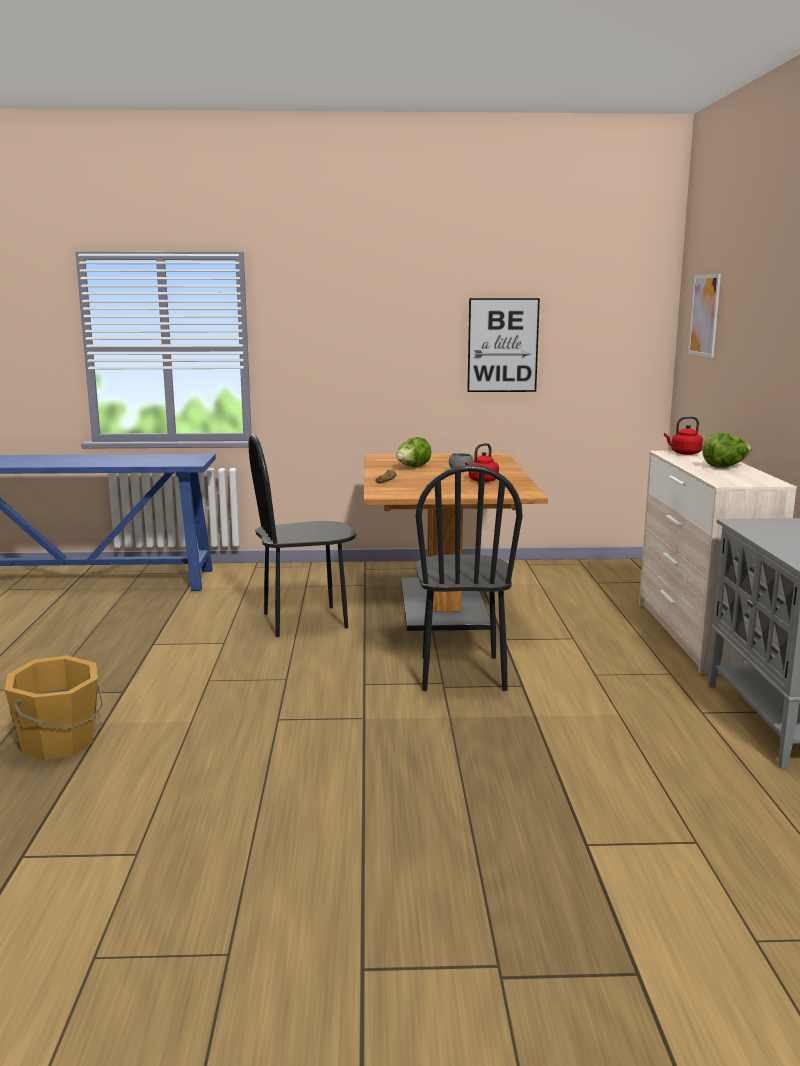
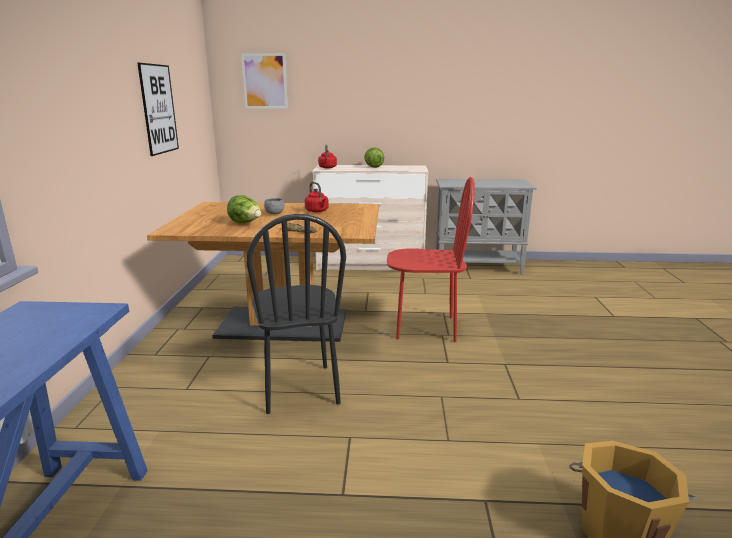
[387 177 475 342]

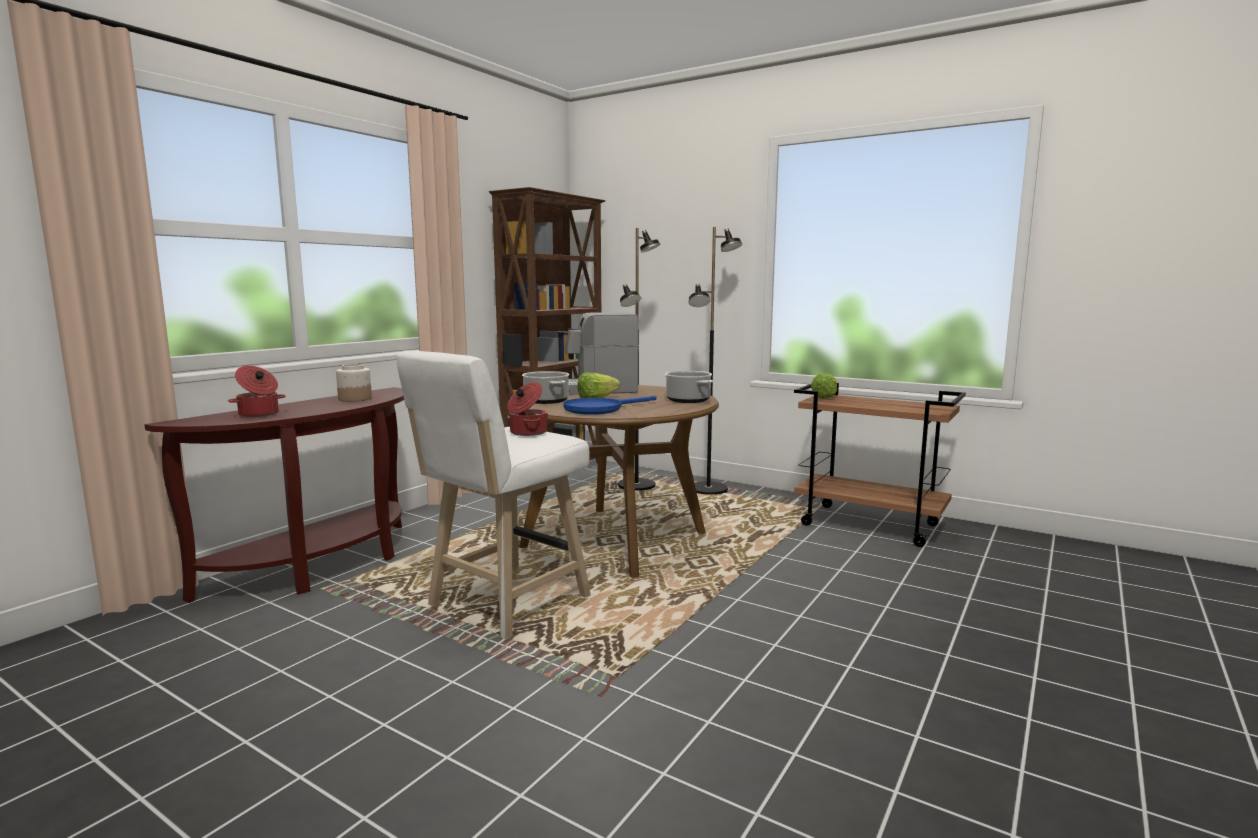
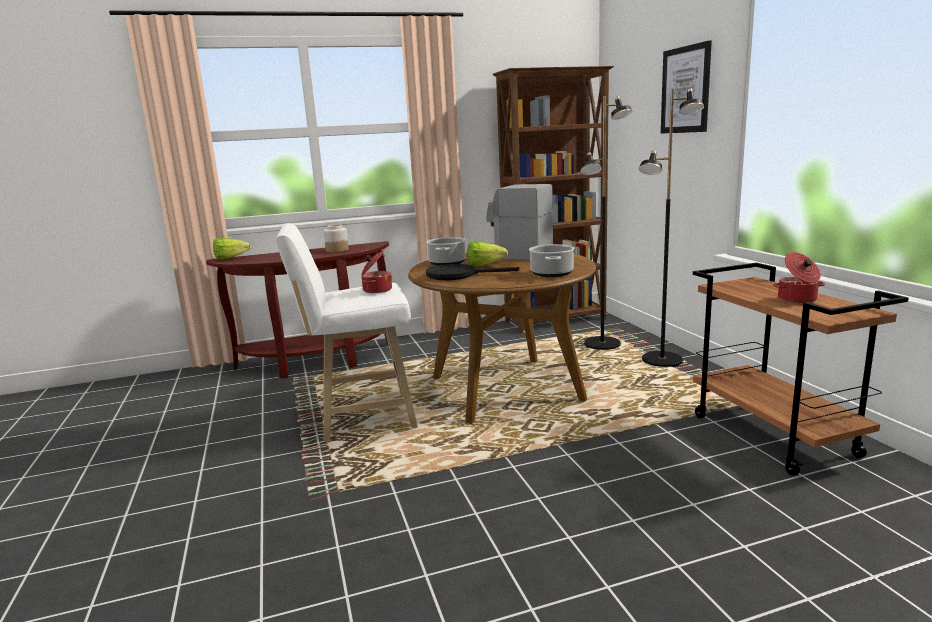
[213 238 251 260]
[426 264 519 280]
[661 40 712 134]
[773 252 825 304]

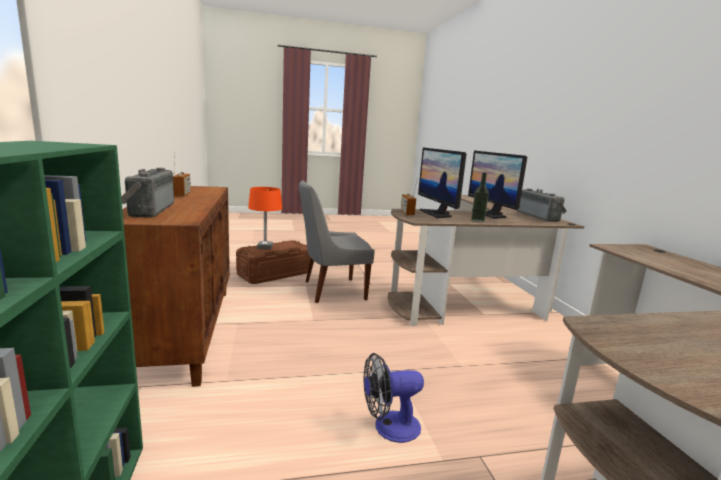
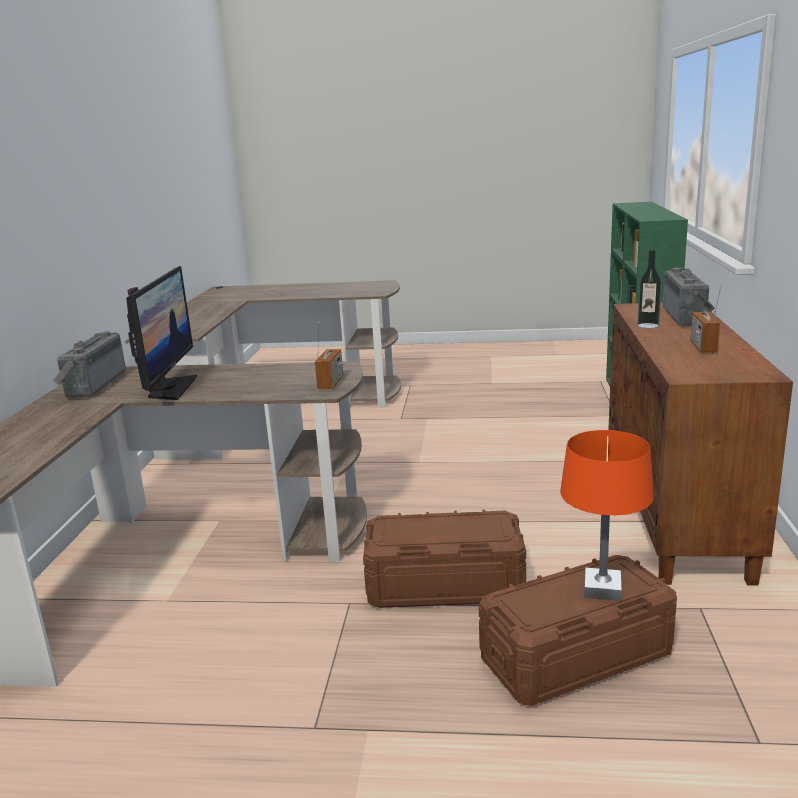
[363 510 526 608]
[637 249 662 328]
[364 353 424 443] (first image)
[418 148 466 218] (first image)

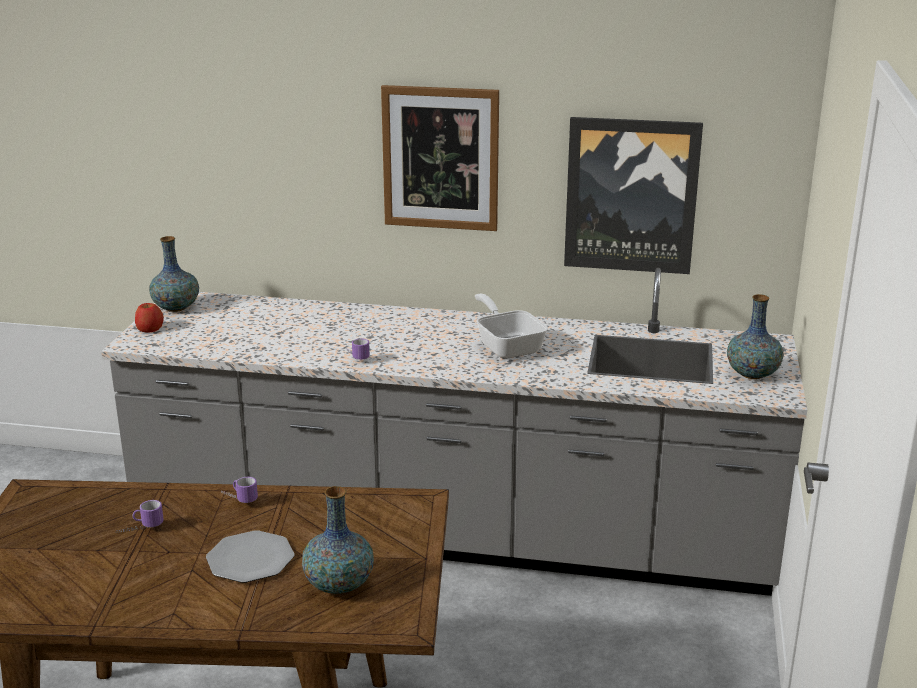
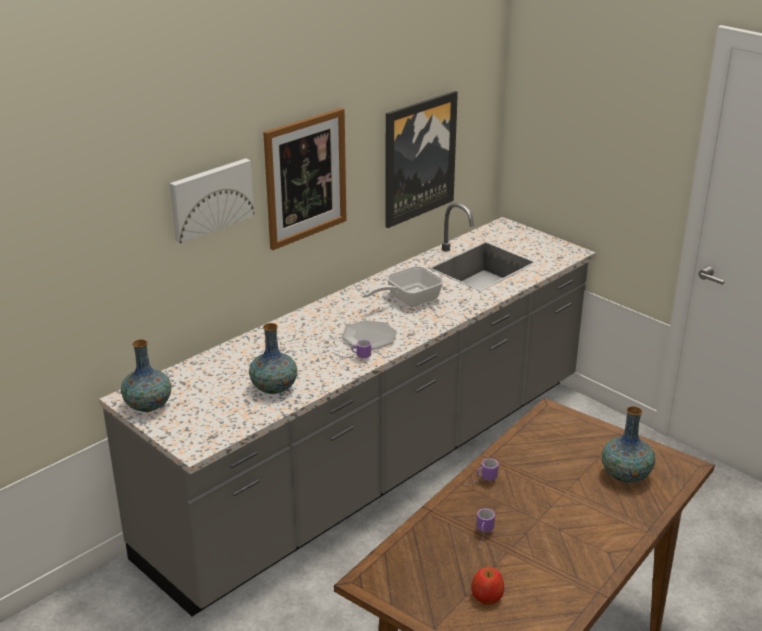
[170 158 254 243]
[249 323 297 394]
[341 320 397 349]
[364 266 444 307]
[471 567 504 604]

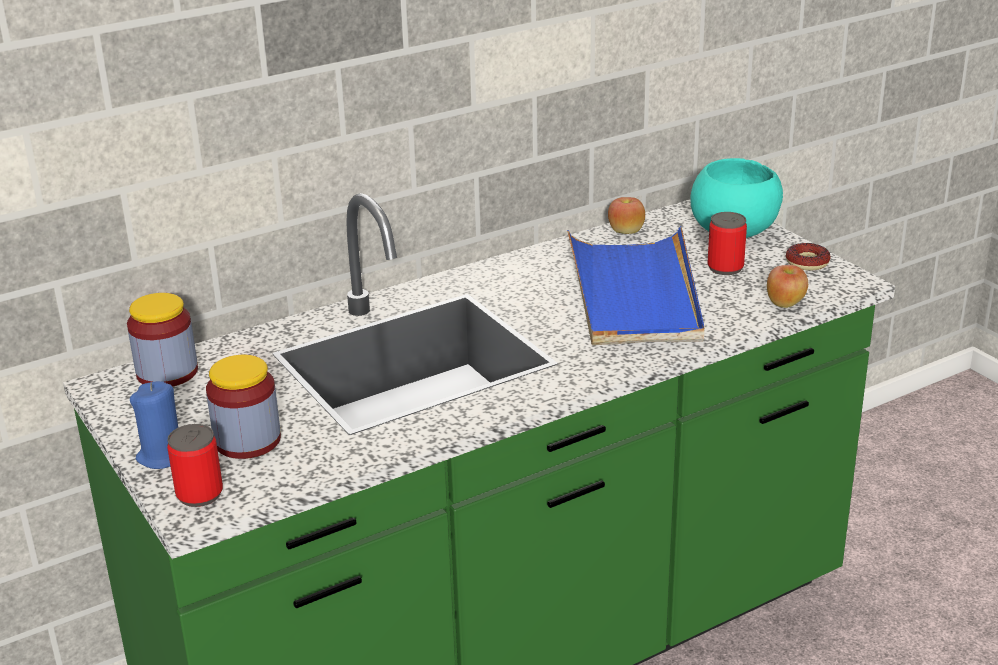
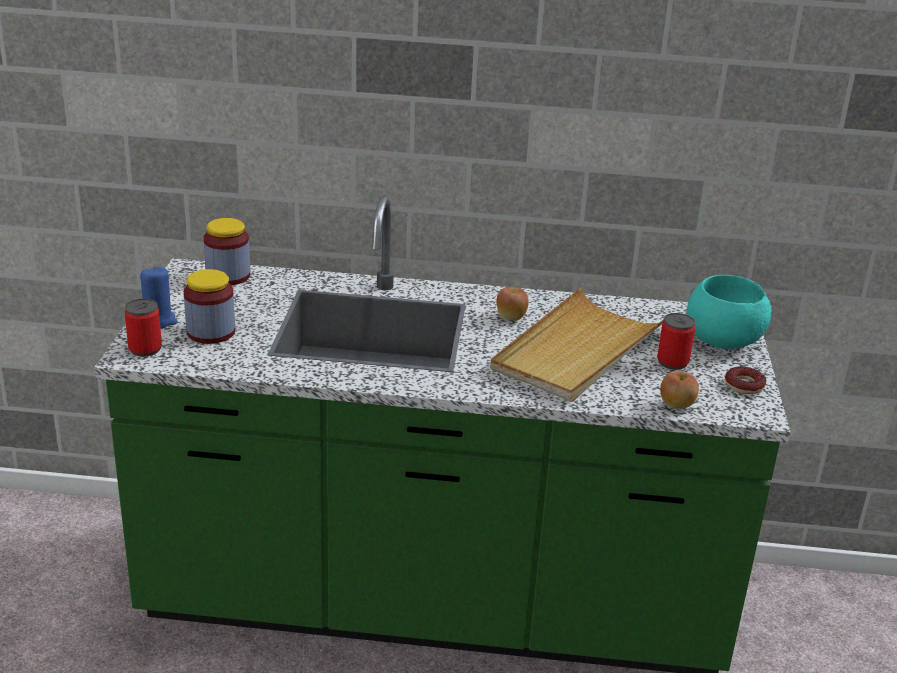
[490 288 664 402]
[496 287 529 321]

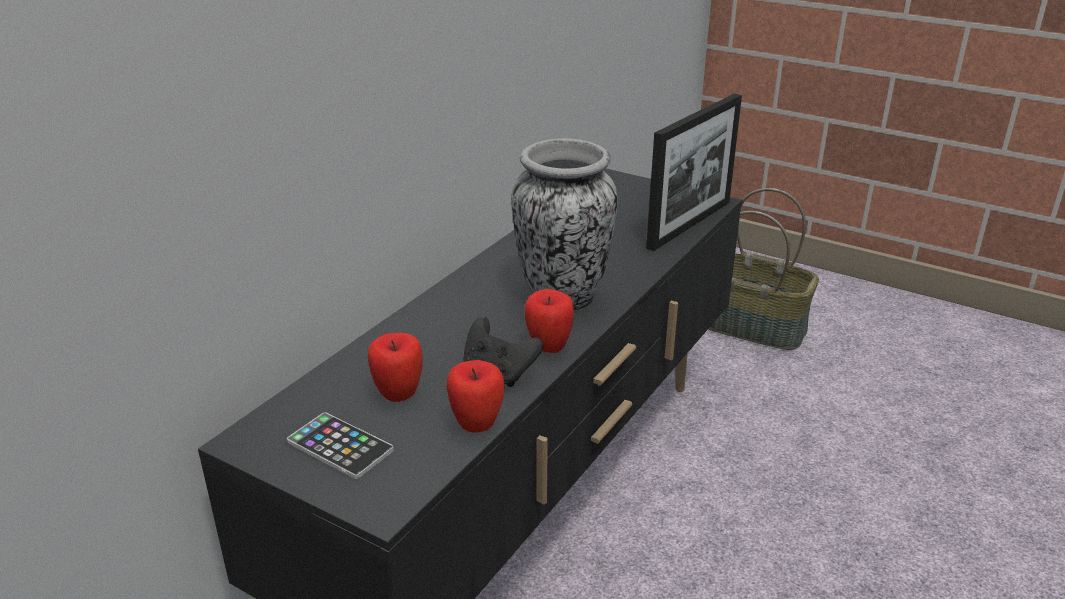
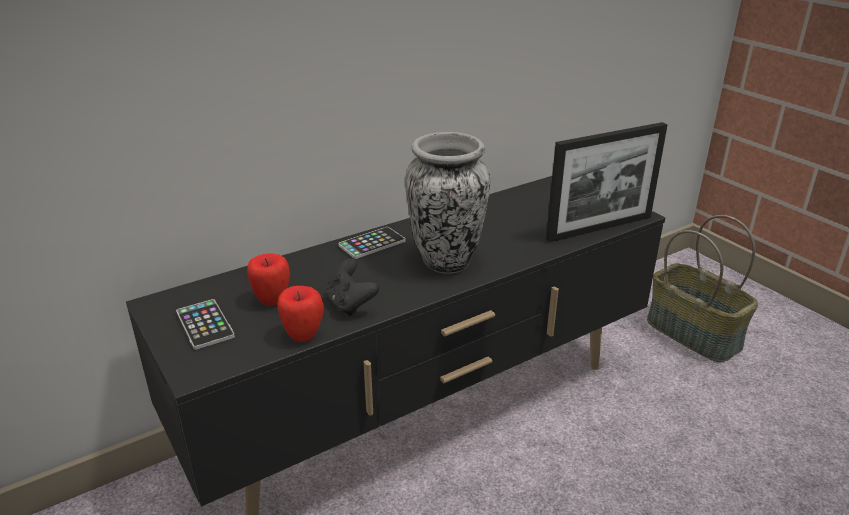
[338 227 405 259]
[525 289 574 353] (first image)

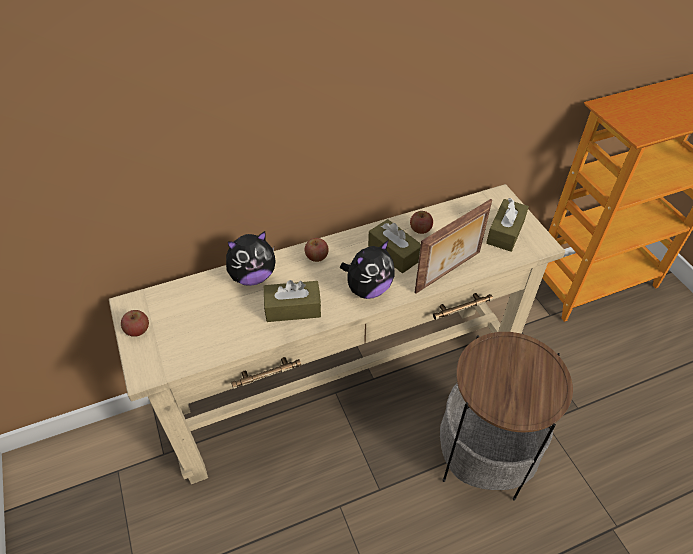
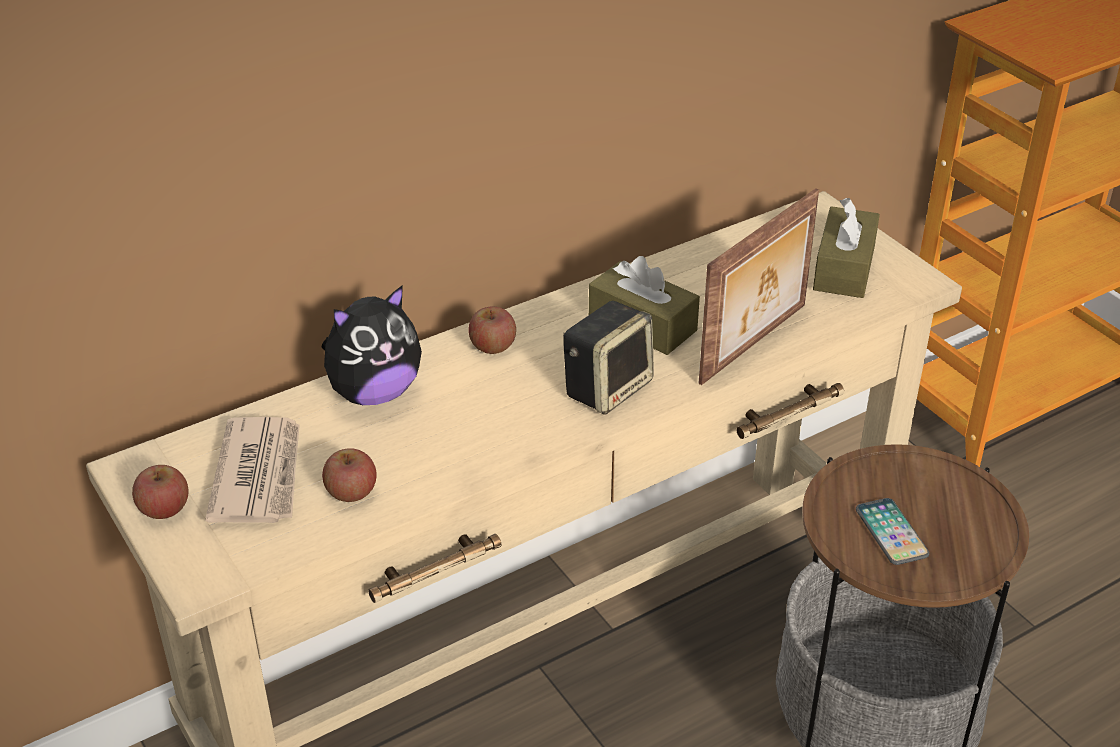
[205 417 300 523]
[322 448 377 502]
[563 301 654 415]
[856 498 929 565]
[264 280 321 322] (first image)

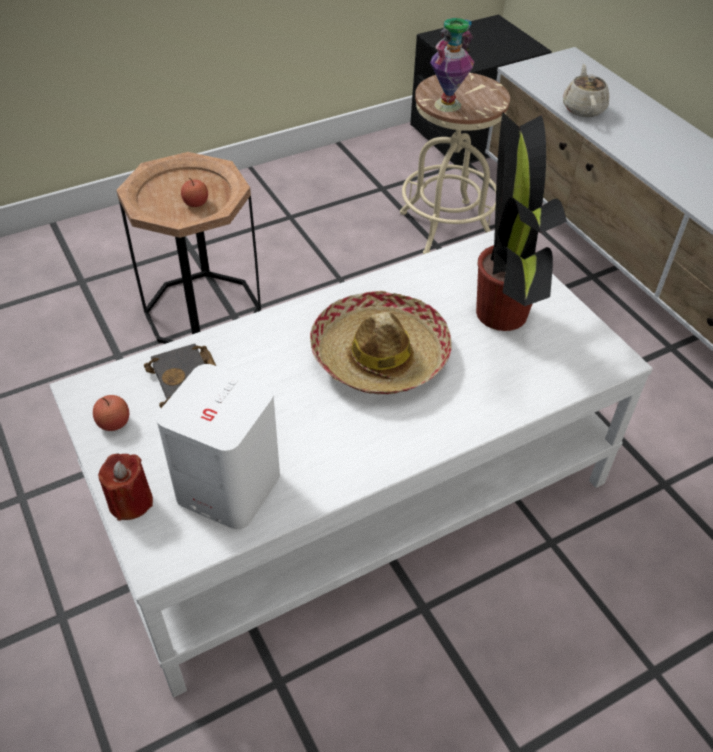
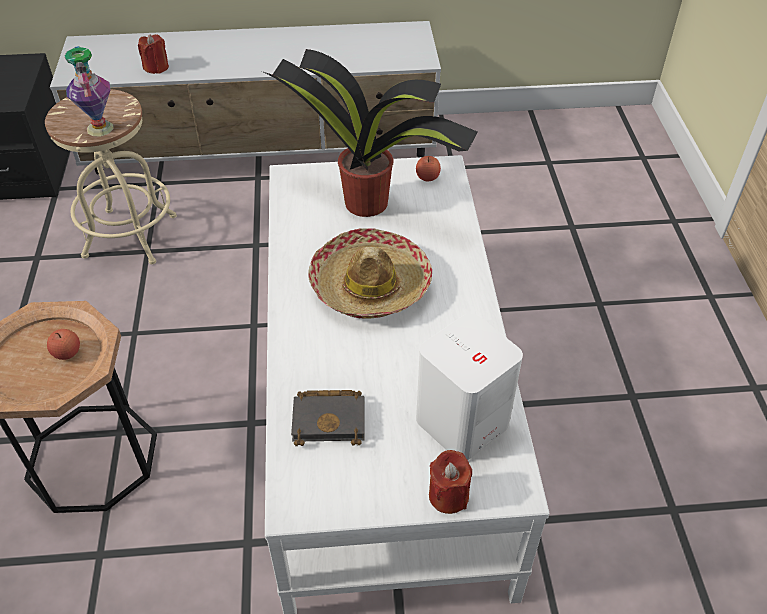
[138 34 169 74]
[416 156 441 181]

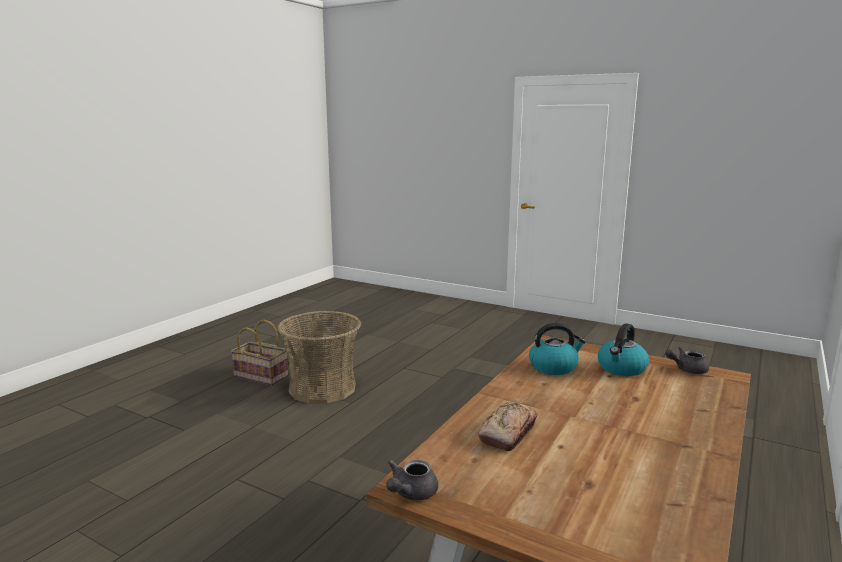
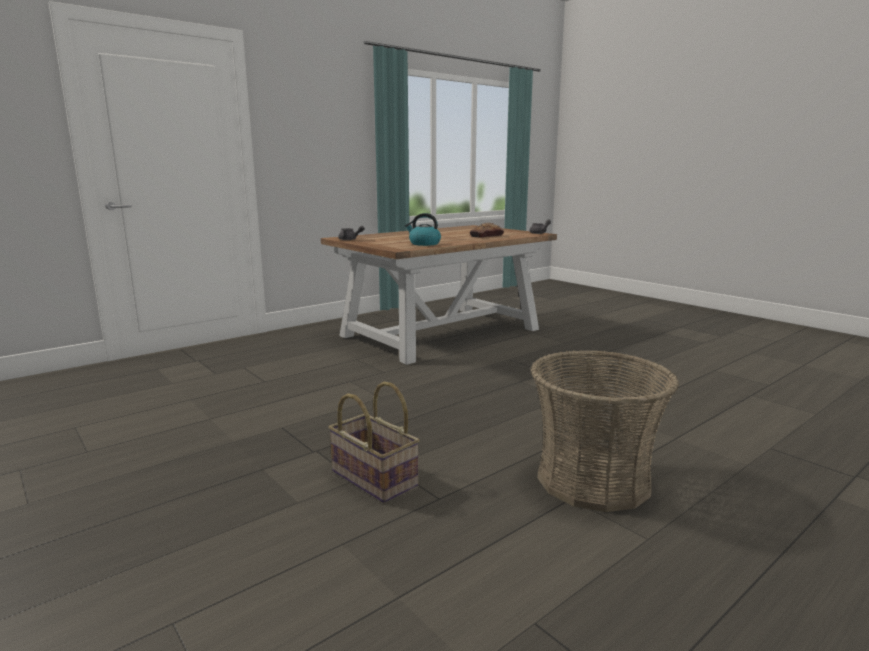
[328 382 420 503]
[598 323 649 376] (first image)

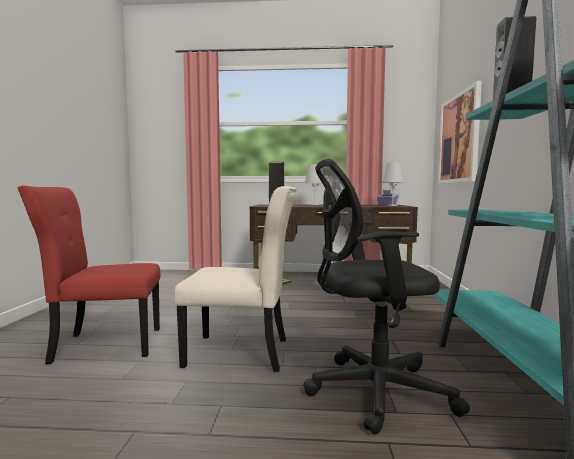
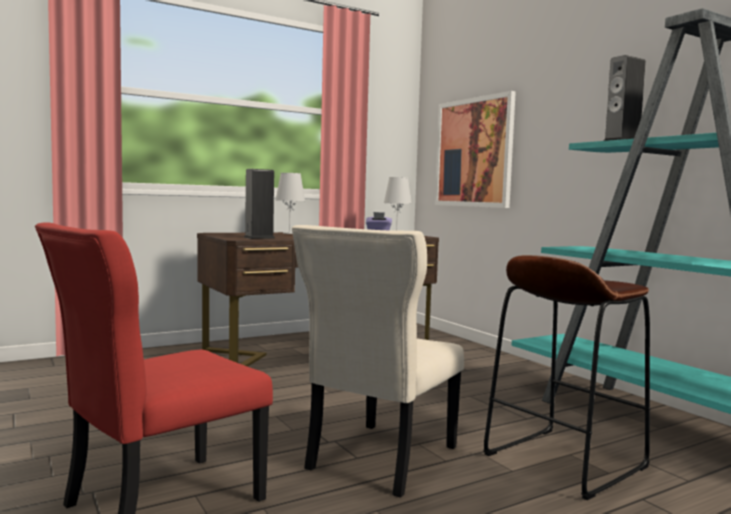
[292 225 464 498]
[483 255 650 500]

